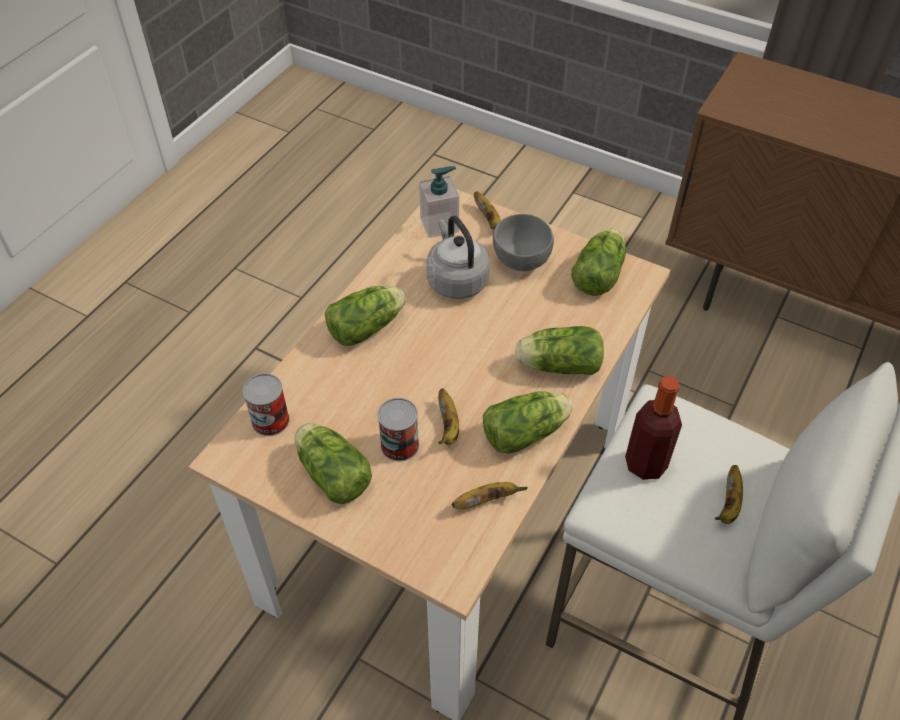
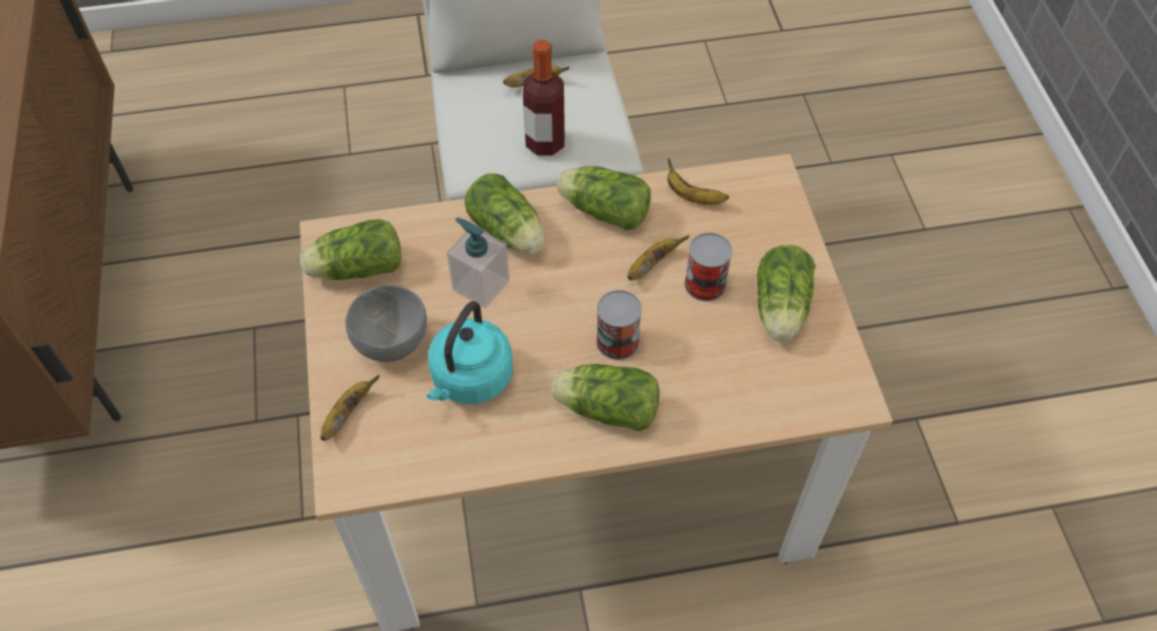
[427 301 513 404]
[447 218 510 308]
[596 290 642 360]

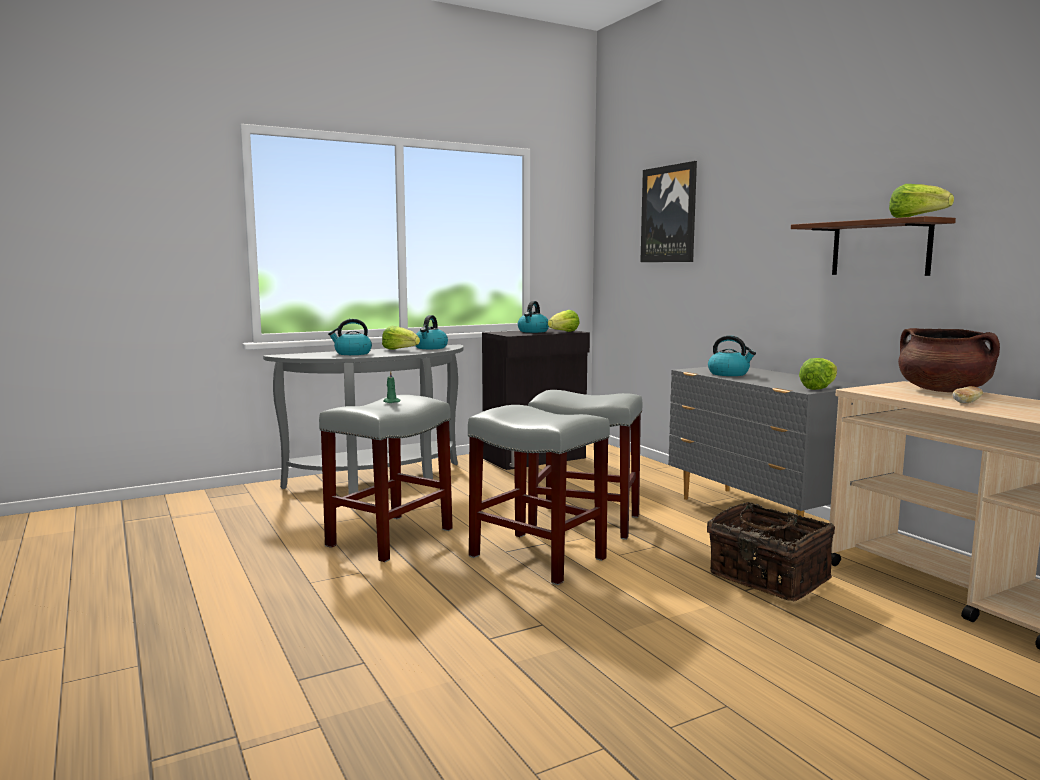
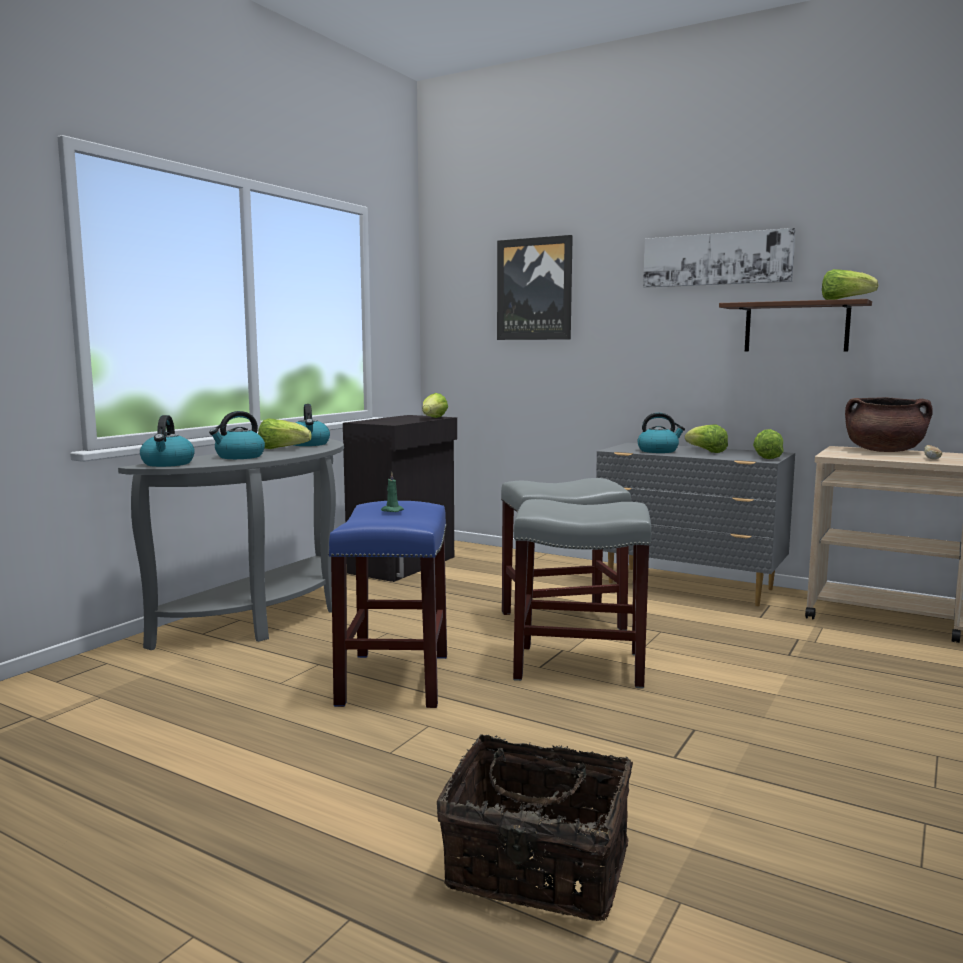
[140 415 195 467]
[328 501 447 708]
[437 734 633 921]
[643 228 795 288]
[685 425 728 453]

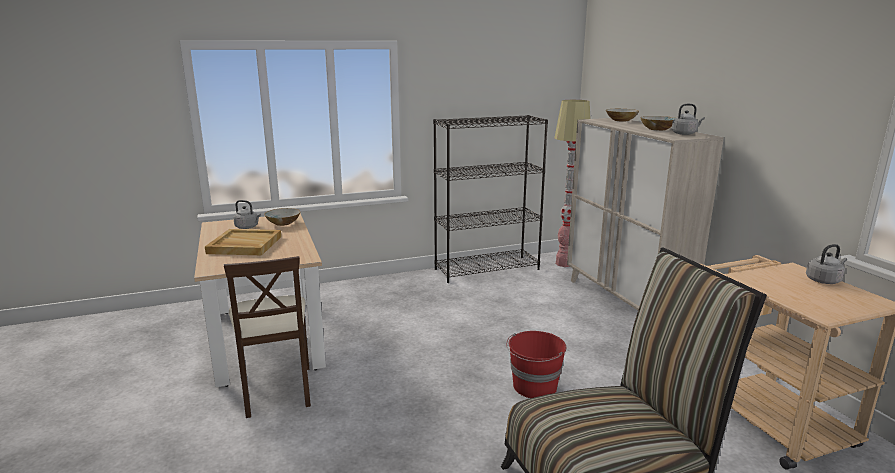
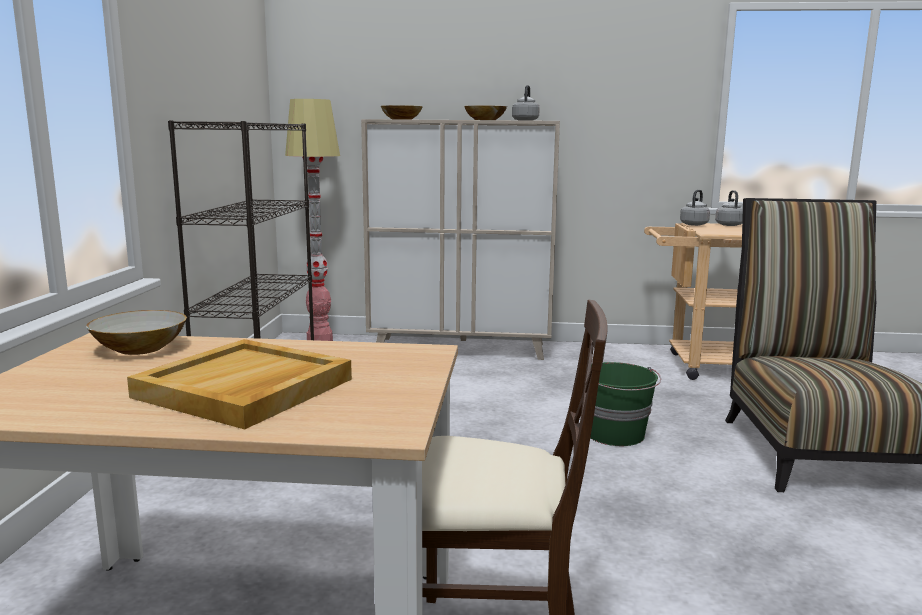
[590 362 661 446]
[680 190 710 226]

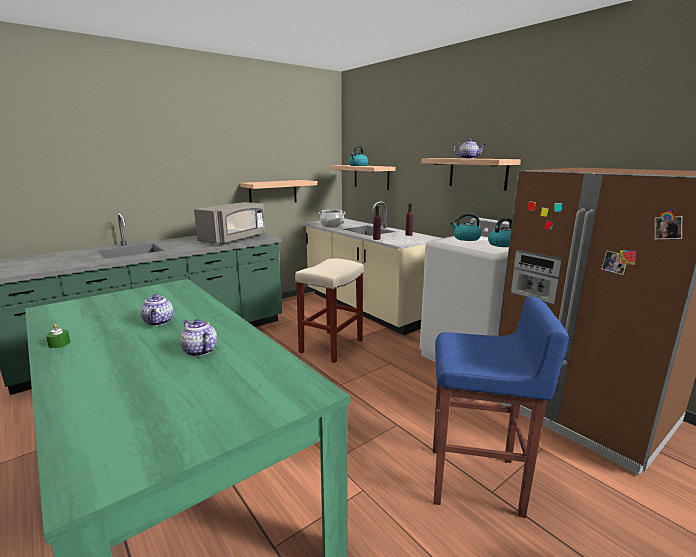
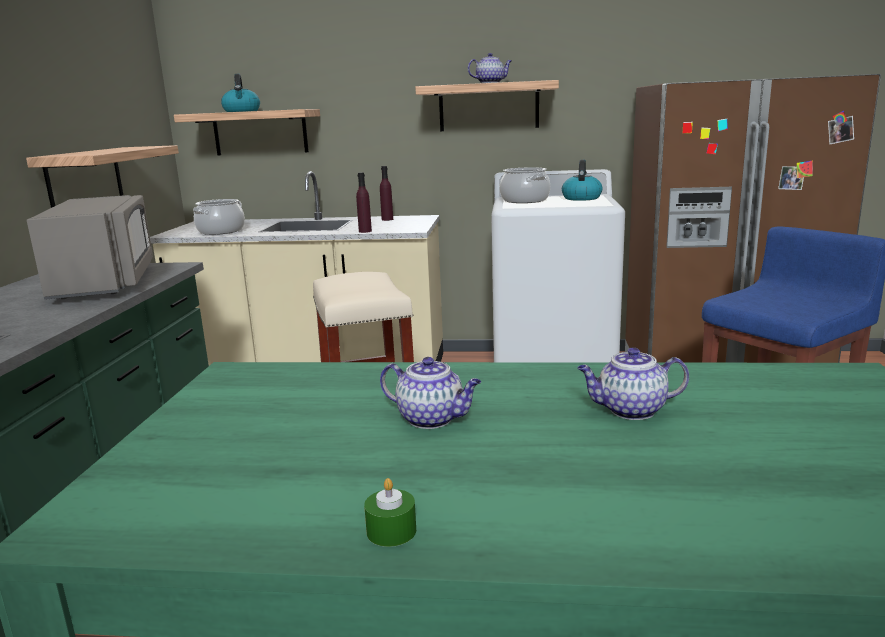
[500 167 550 203]

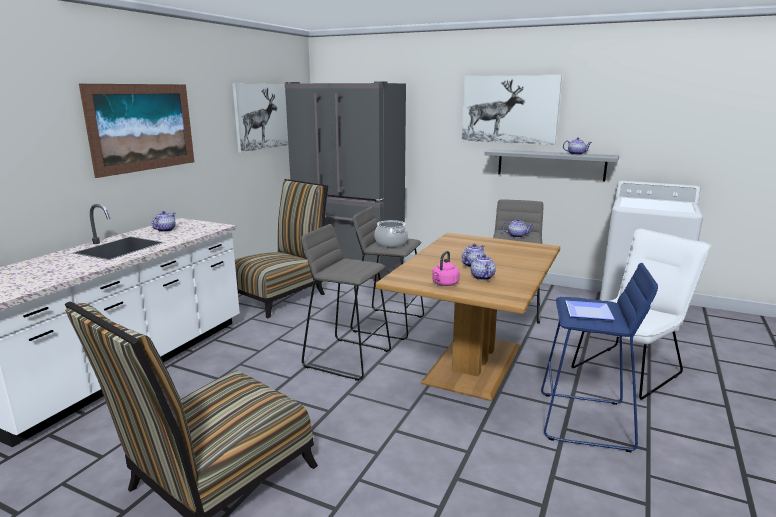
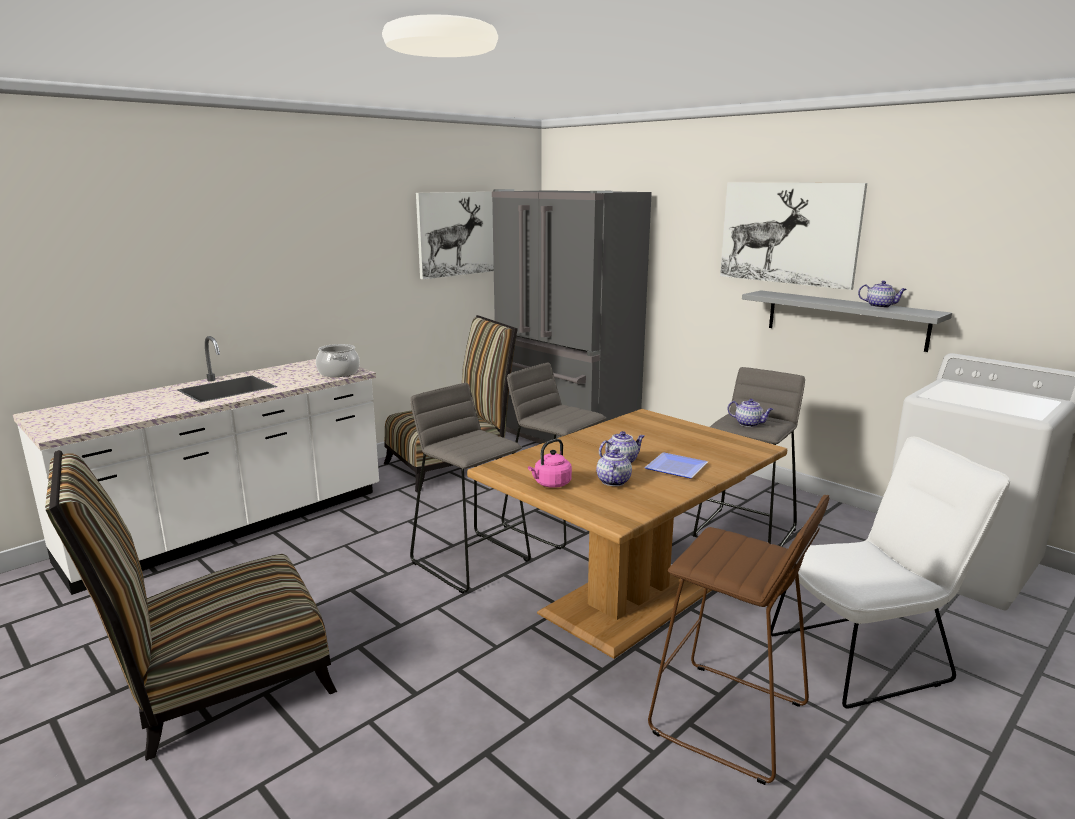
[316 344 360 377]
[644 452 708 479]
[648 495 829 785]
[79 84 194 178] (first image)
[152 211 176 232] (first image)

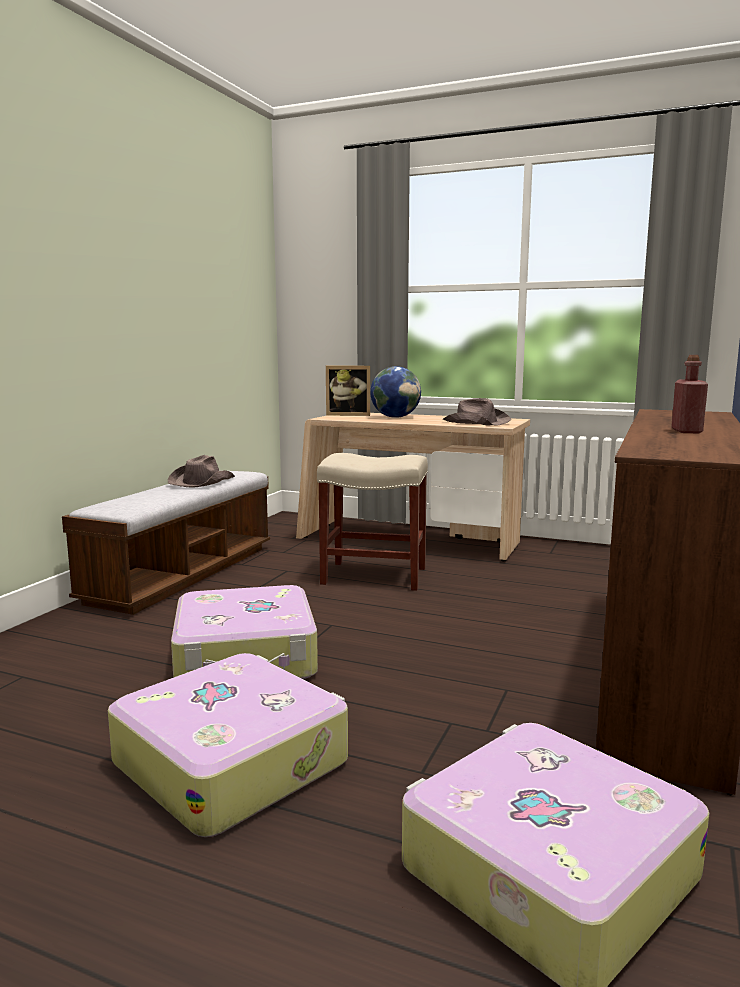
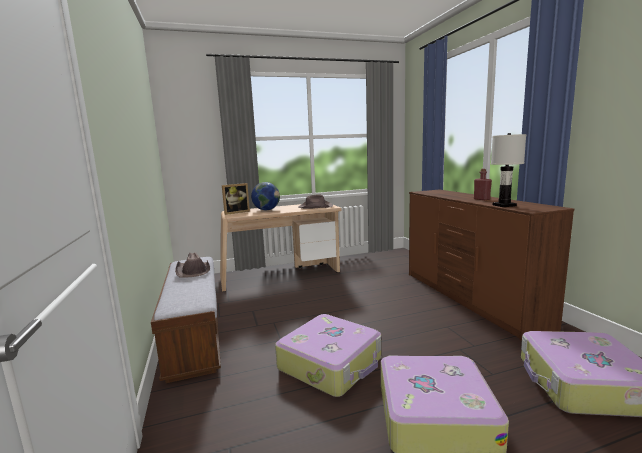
[491 133 526 207]
[317 453 428 591] (first image)

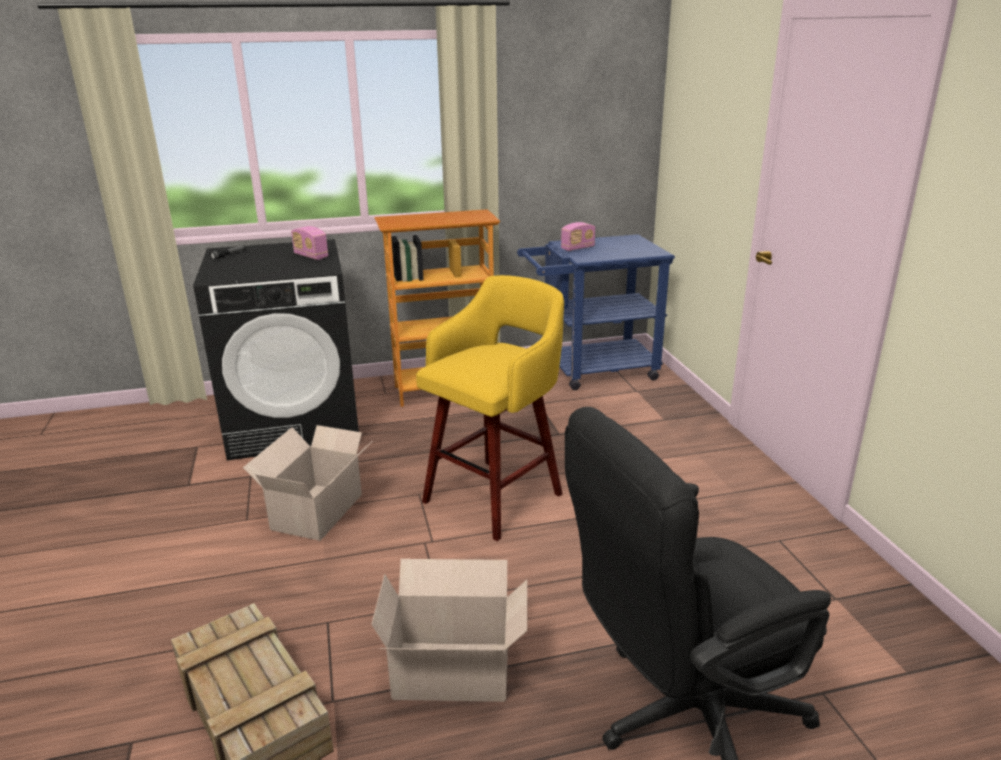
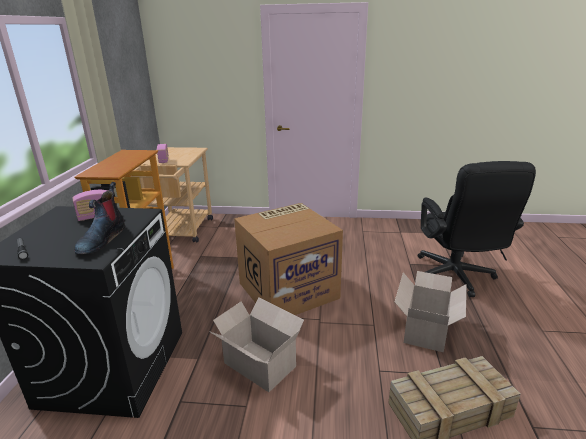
[74 182 125 254]
[131 147 213 243]
[234 203 343 315]

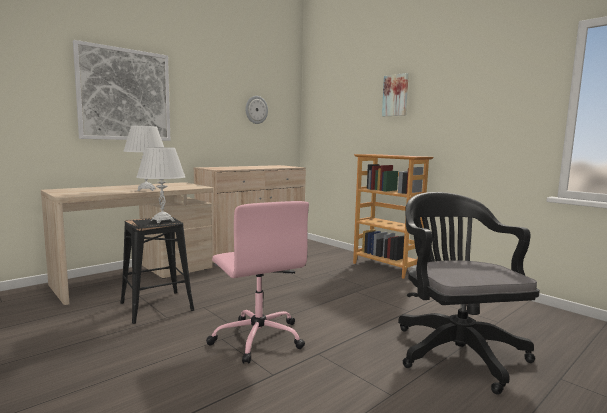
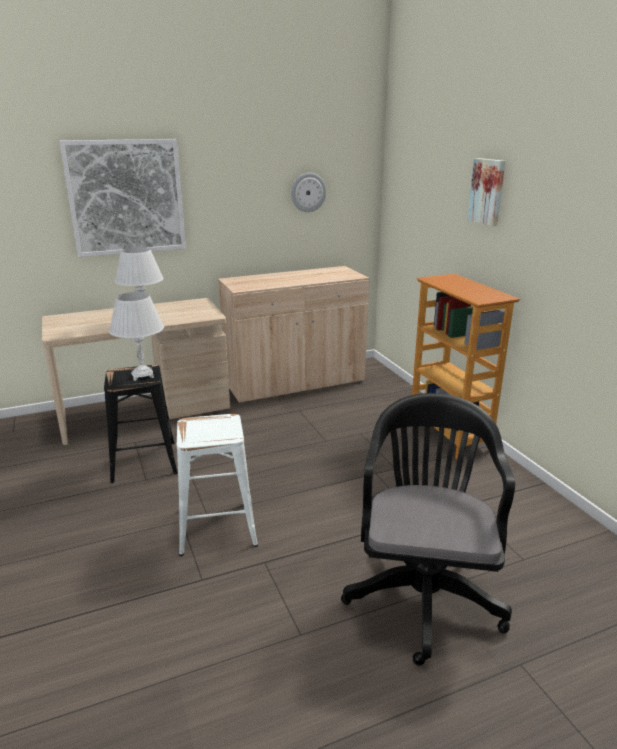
[177 414 258 556]

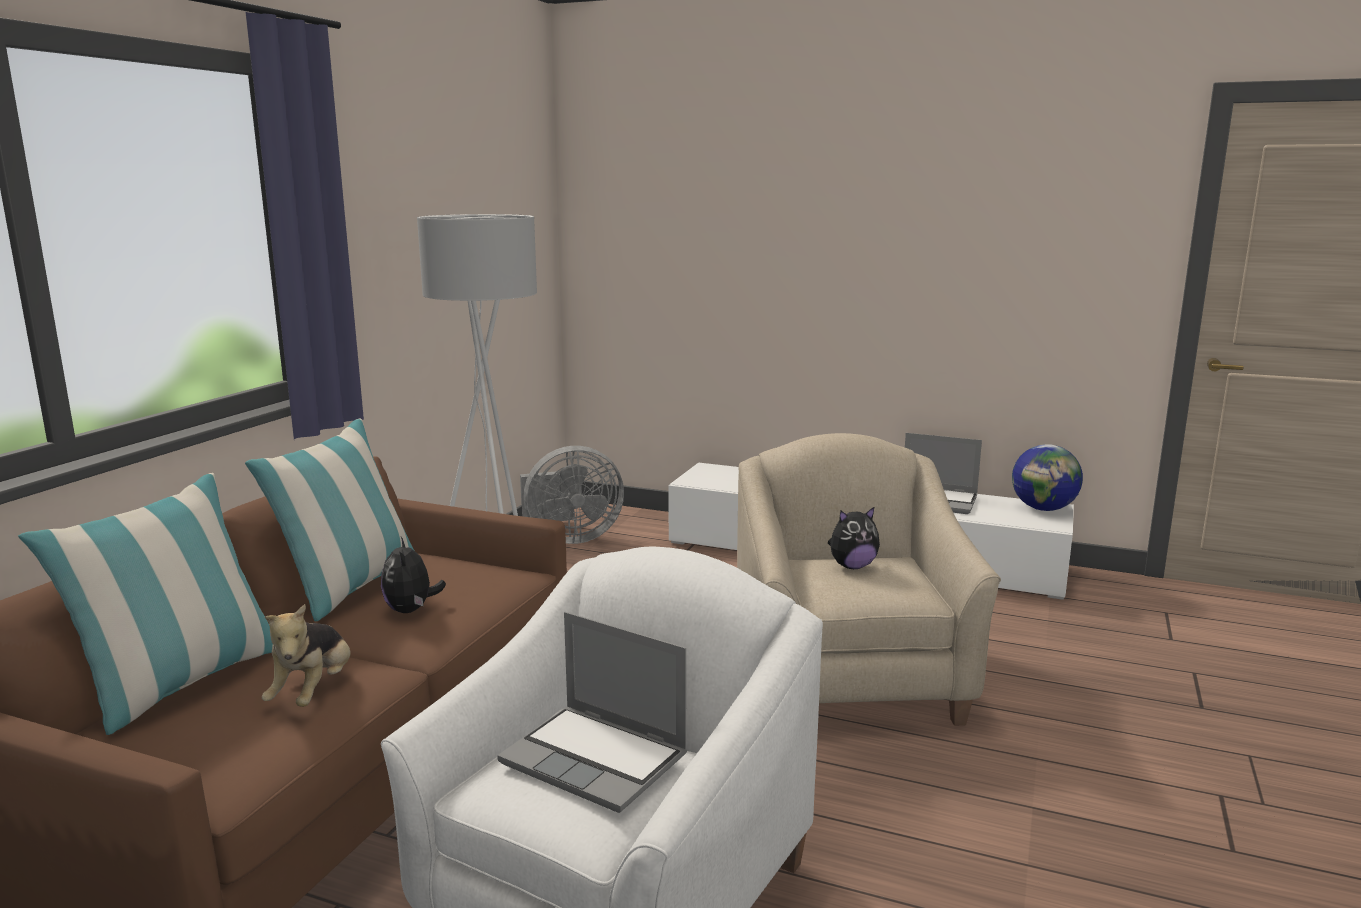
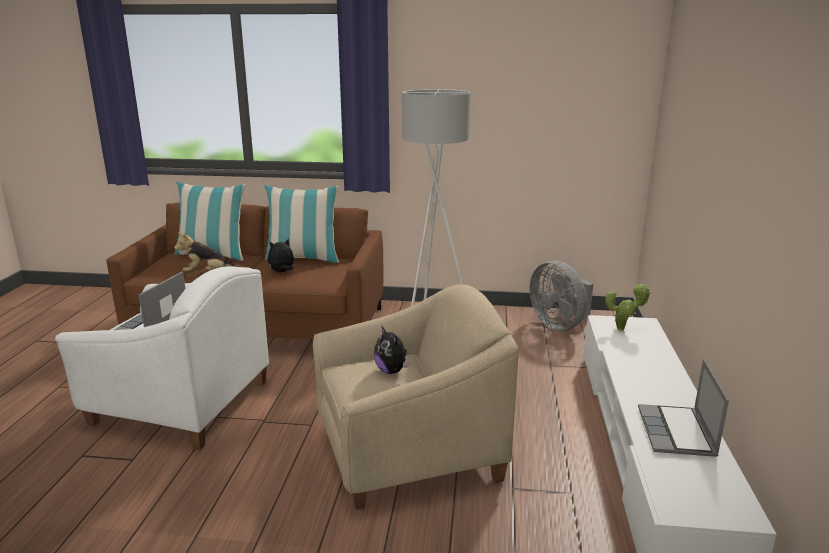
[605 283 651 331]
[1012 444 1083 511] (first image)

